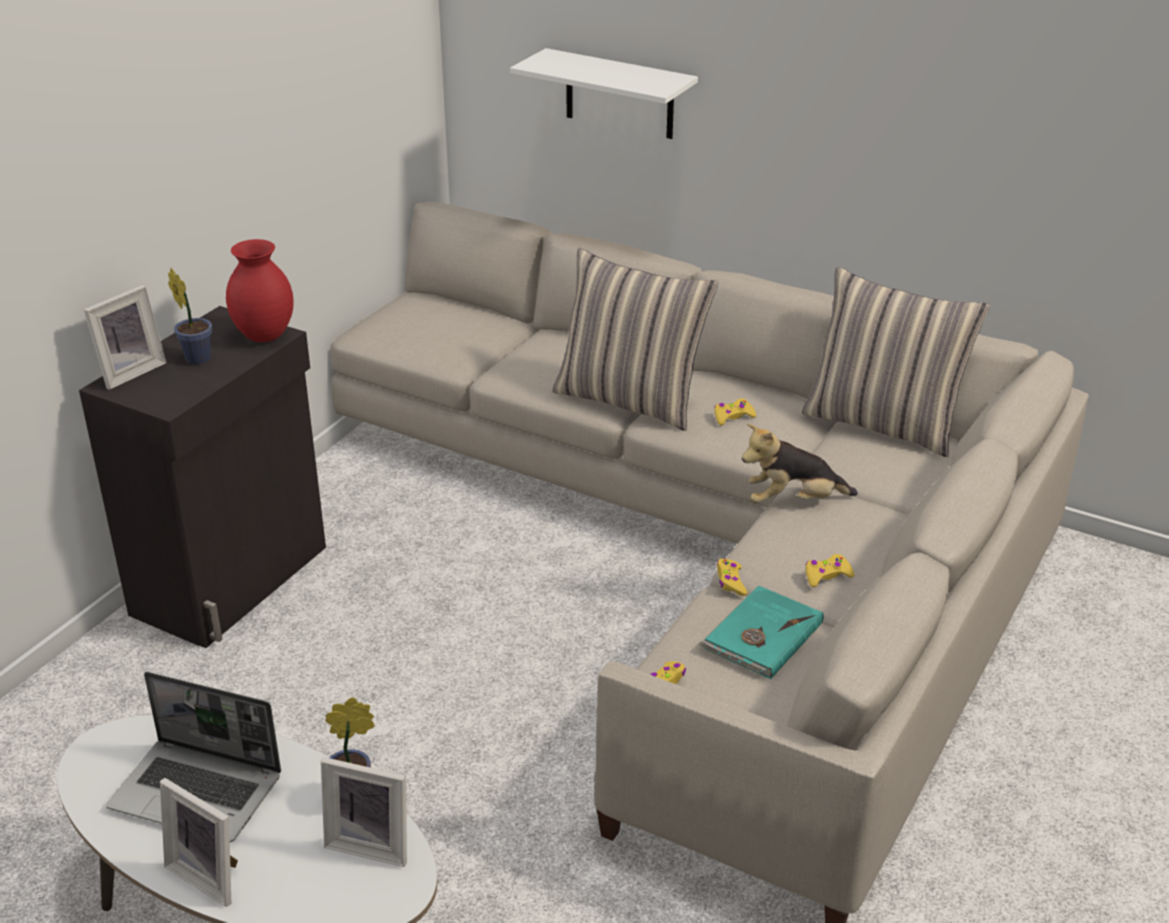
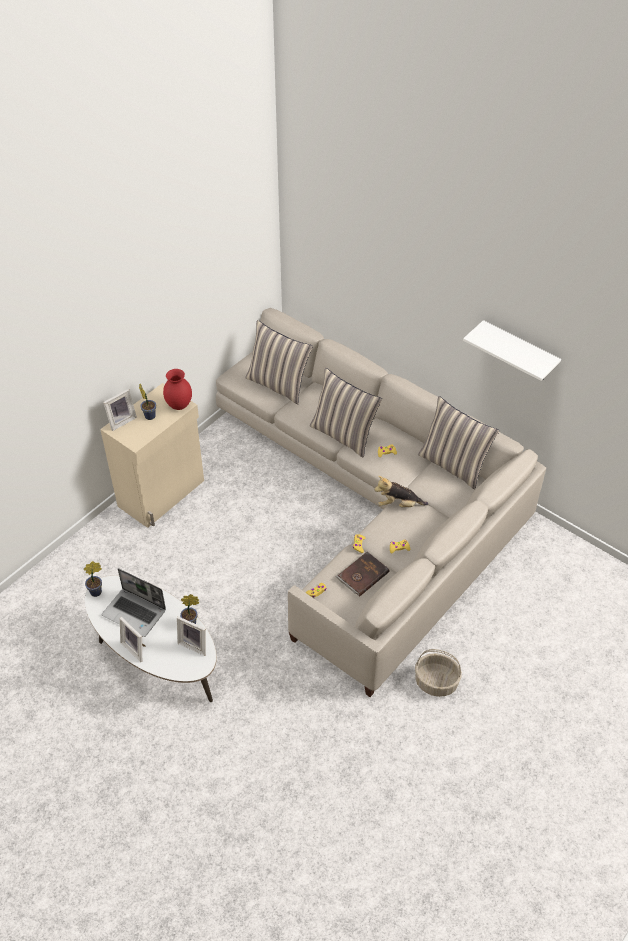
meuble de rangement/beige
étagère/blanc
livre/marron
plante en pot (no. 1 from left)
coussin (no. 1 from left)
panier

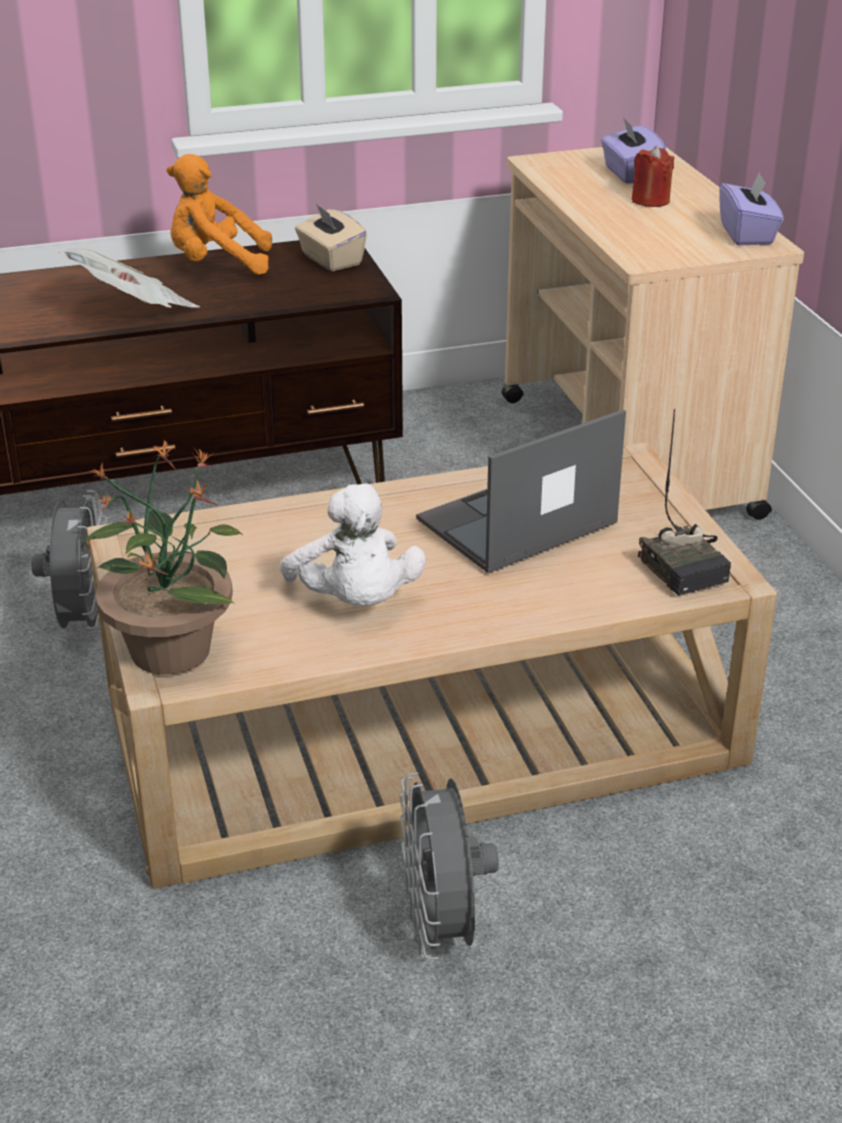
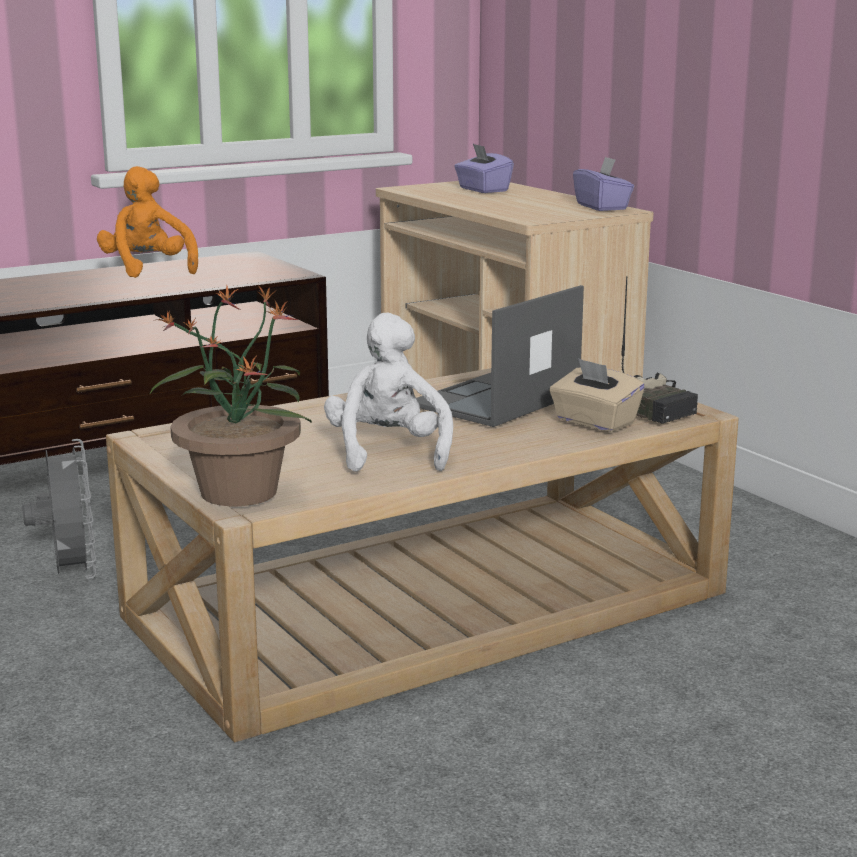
journal
peluche/orange
peluche/blanc
boîte à mouchoirs/beige
ventilateur/gris (no. 2 from left in the first image)
bougie/rouge

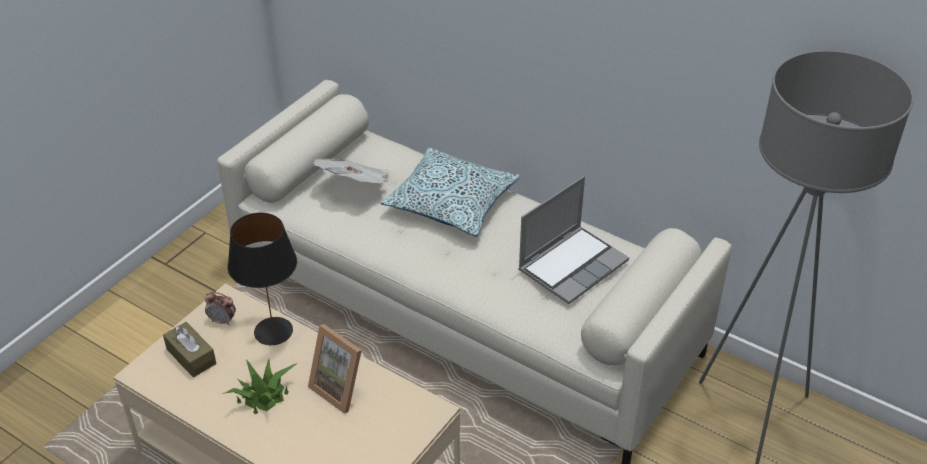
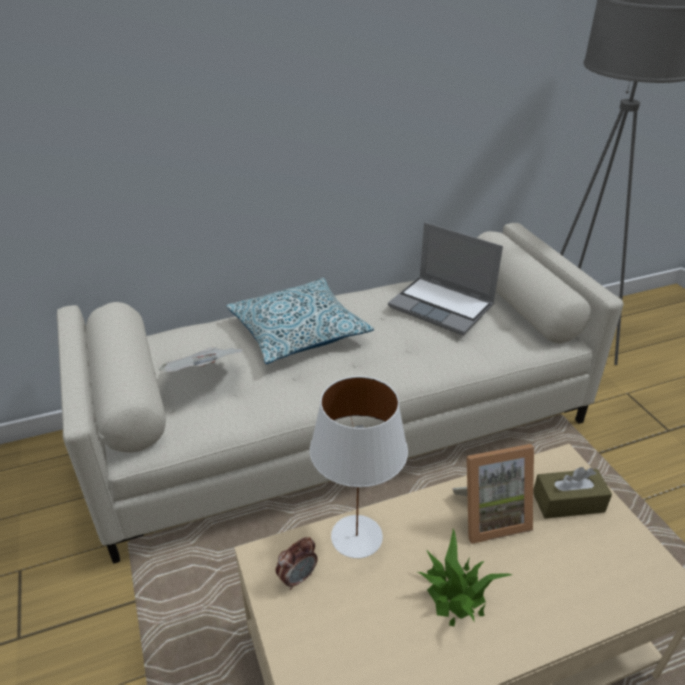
boîte à mouchoirs/marron
lampe de table/blanc
ordinateur portable

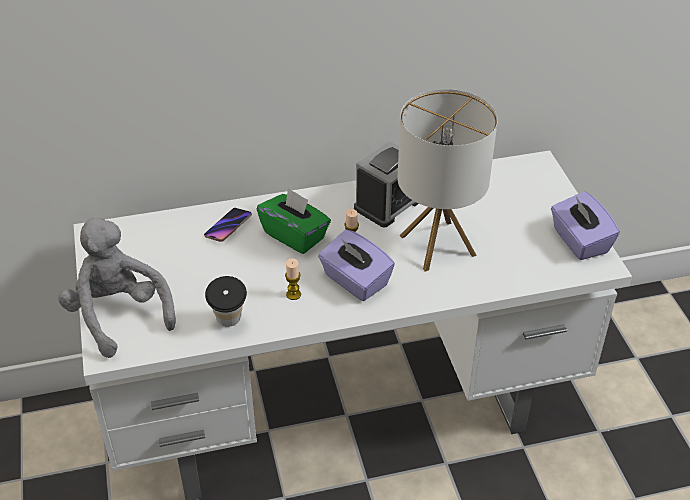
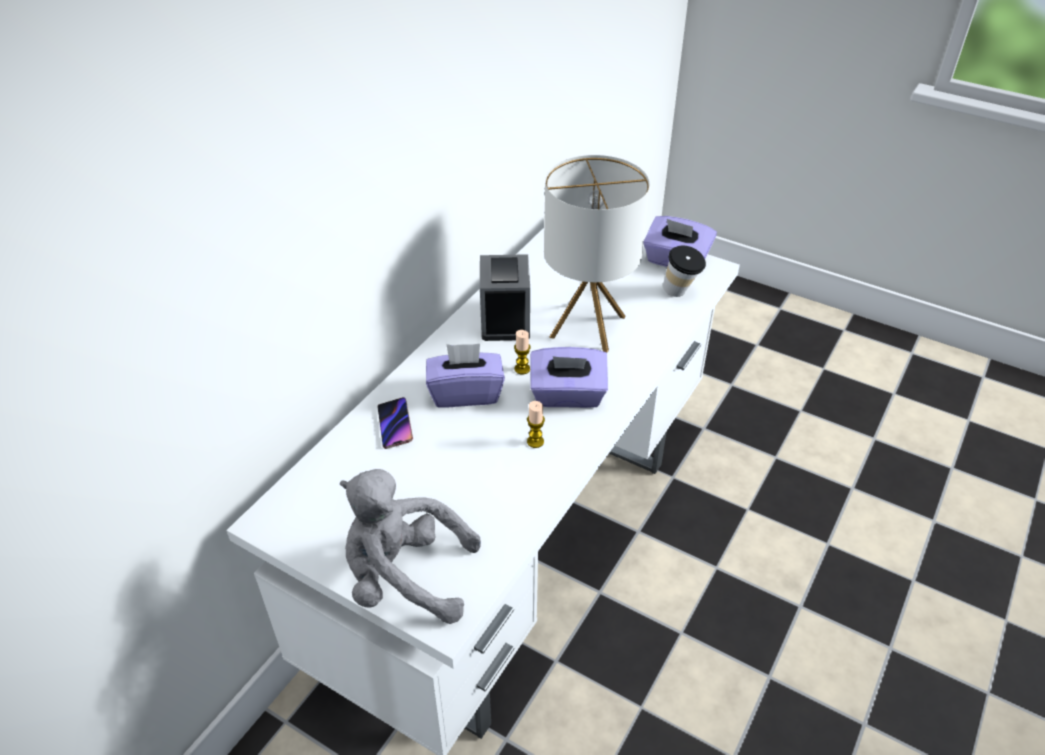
tasse
boîte à mouchoirs/violet (no. 1 from left)

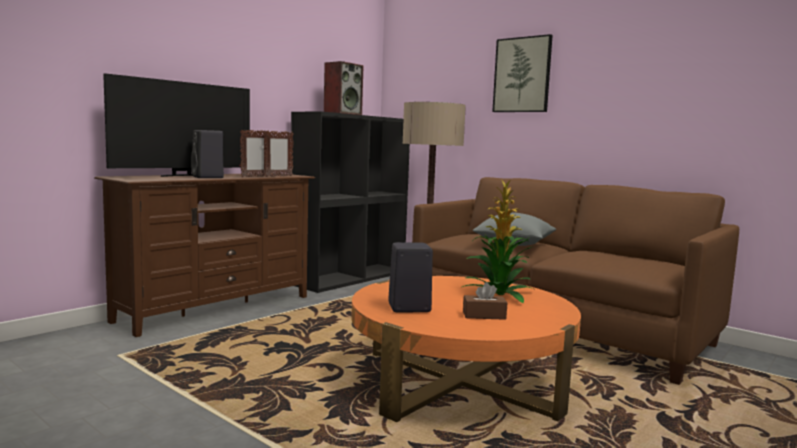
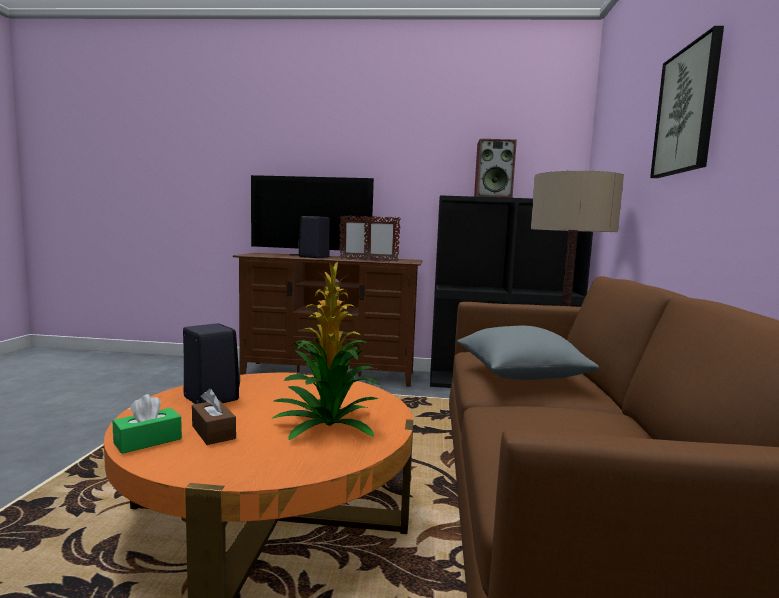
boîte à mouchoirs/vert

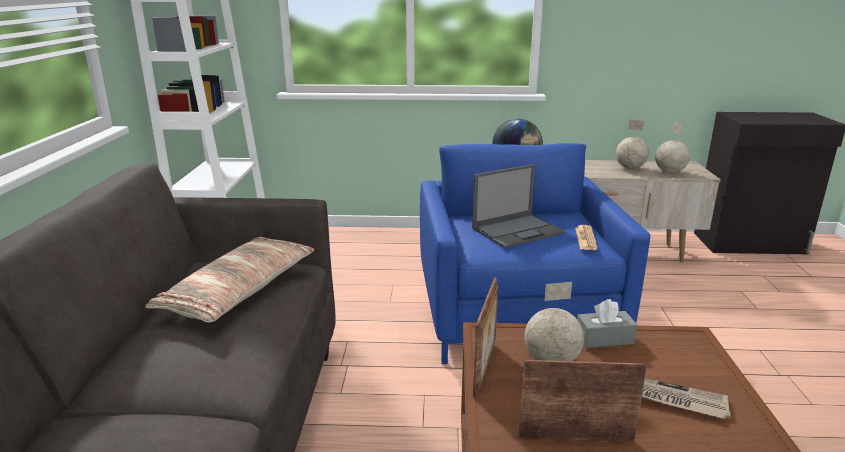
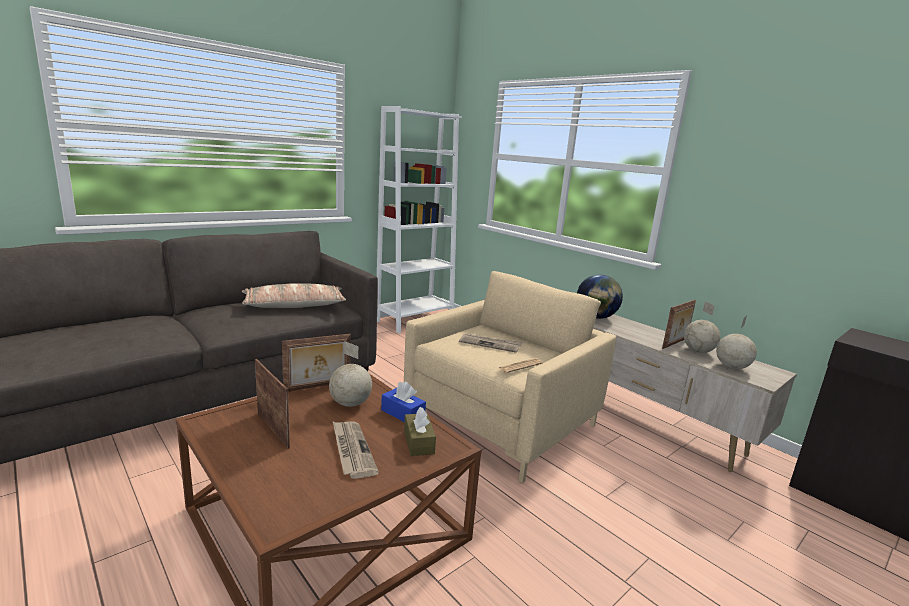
fauteuil/beige
journal (no. 2 from left)
boîte à mouchoirs/bleu
boîte à mouchoirs/marron
cadre photo (no. 3 from left)

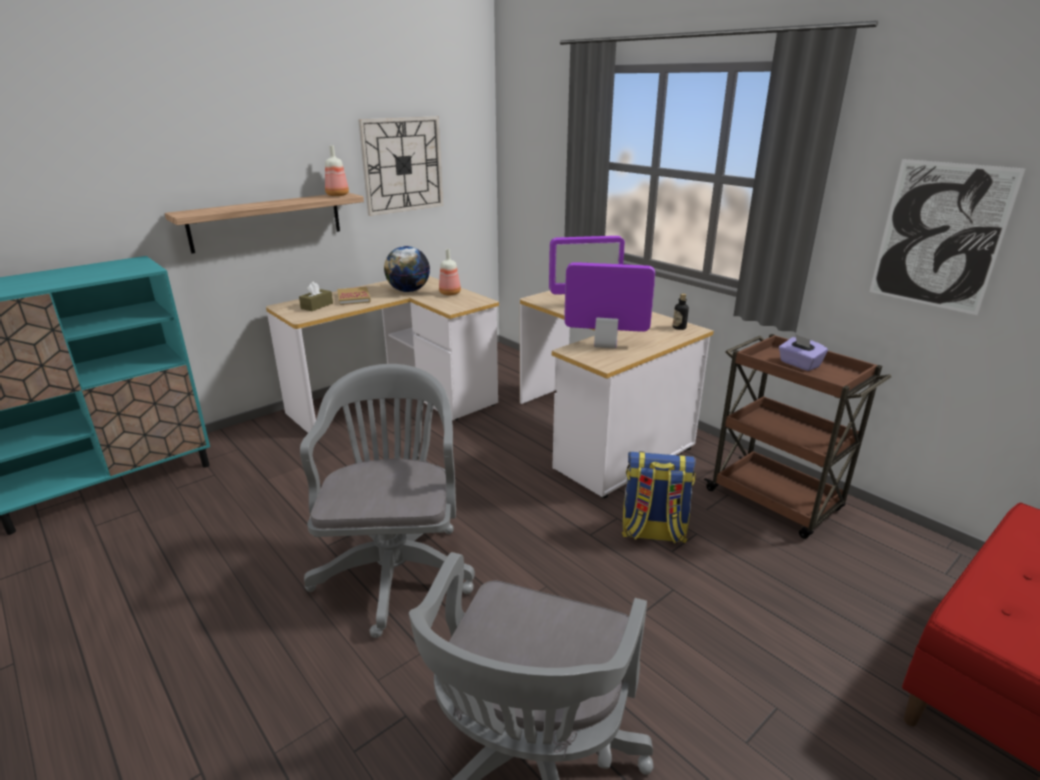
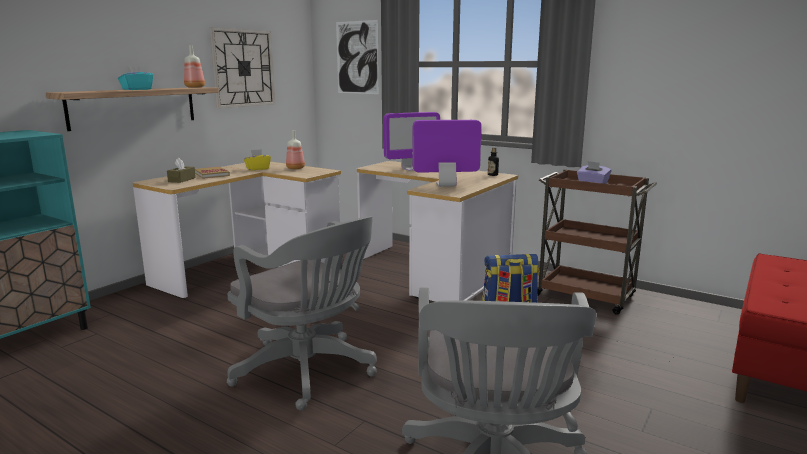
chaise de bureau/gris (no. 1 from left)
boîte à mouchoirs/jaune
tableau
boîte à mouchoirs/turquoise

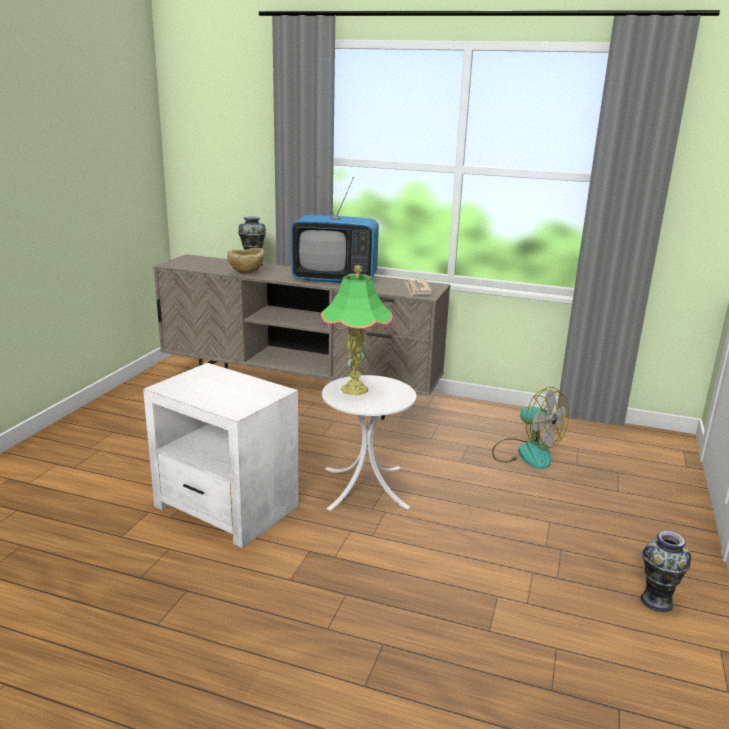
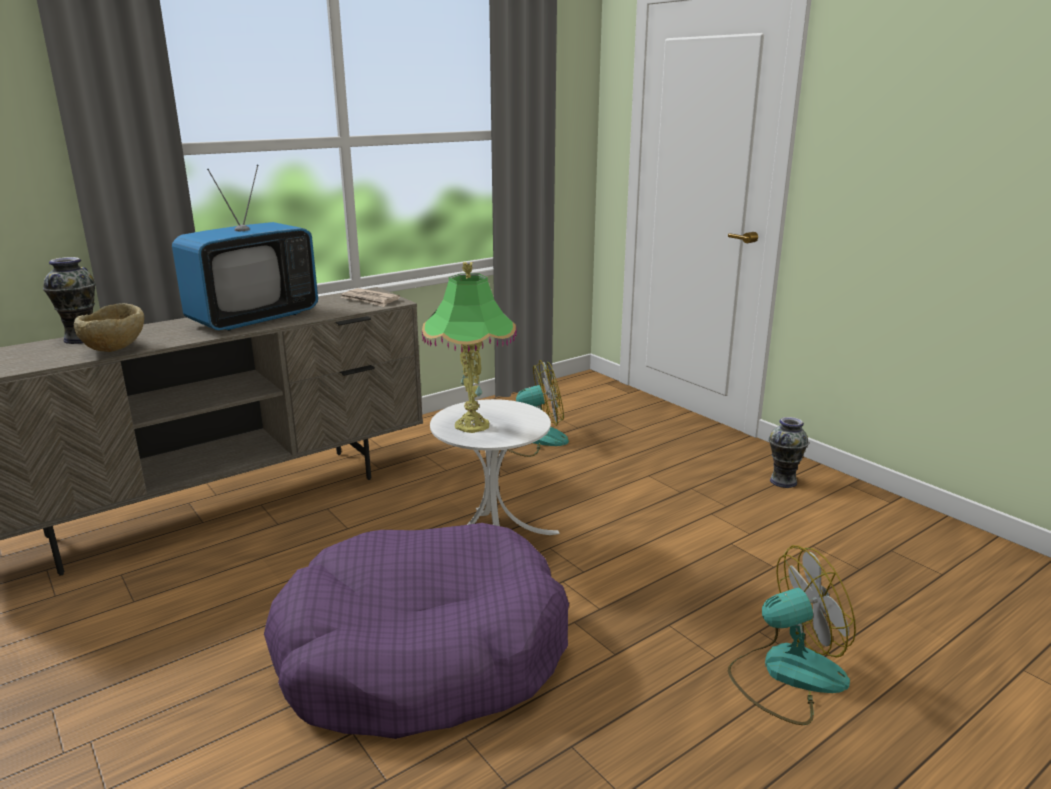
panier pour chien/violet
ventilateur (no. 2 from left)

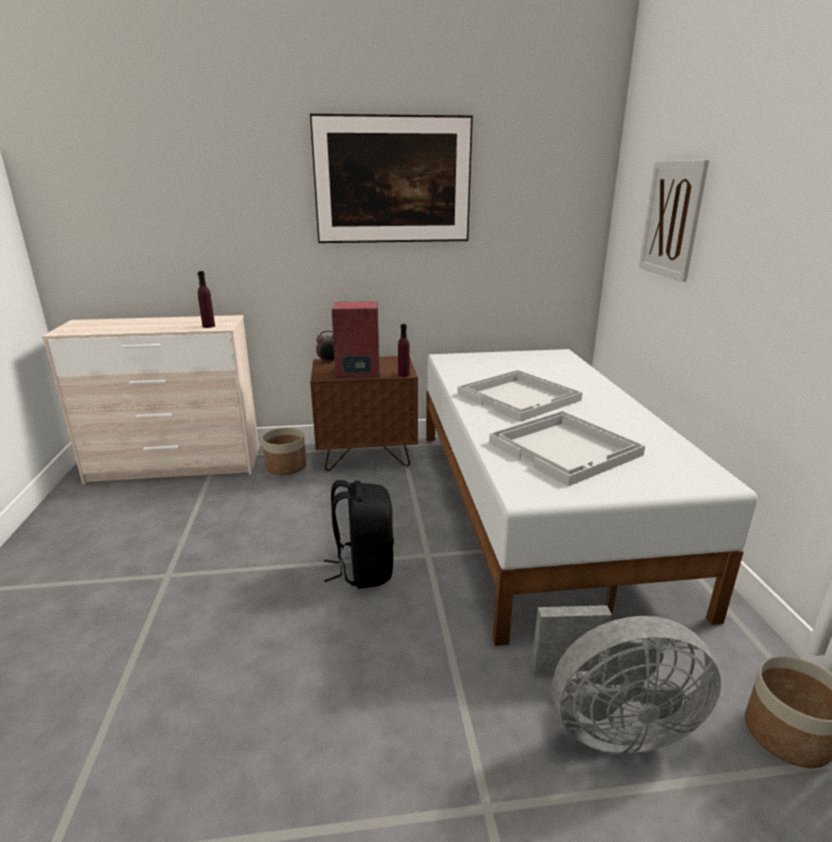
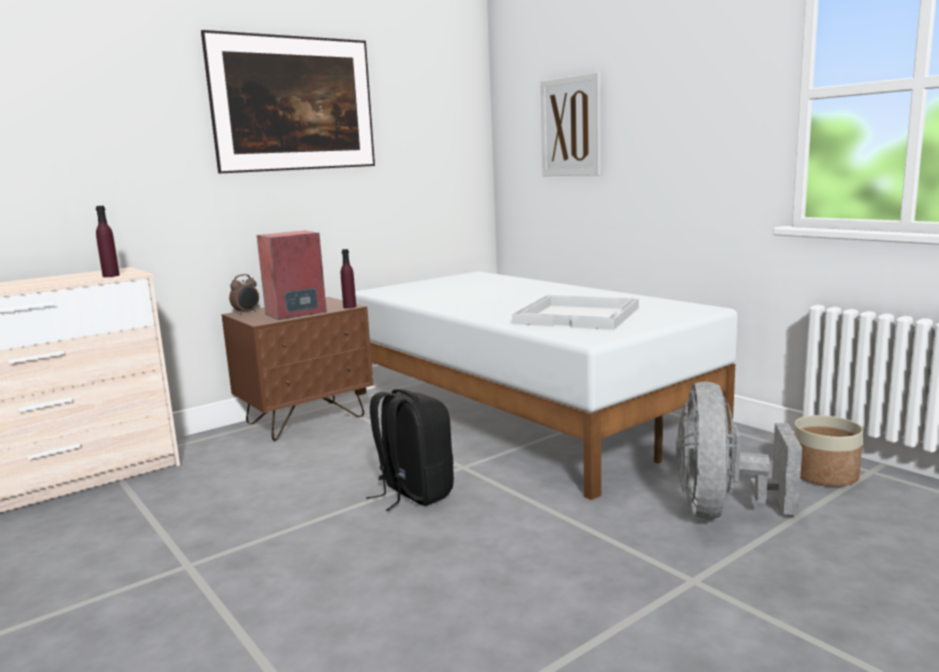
cache-pot (no. 1 from left in the first image)
plateau/blanc (no. 1 from left in the first image)
ventilateur/gris

